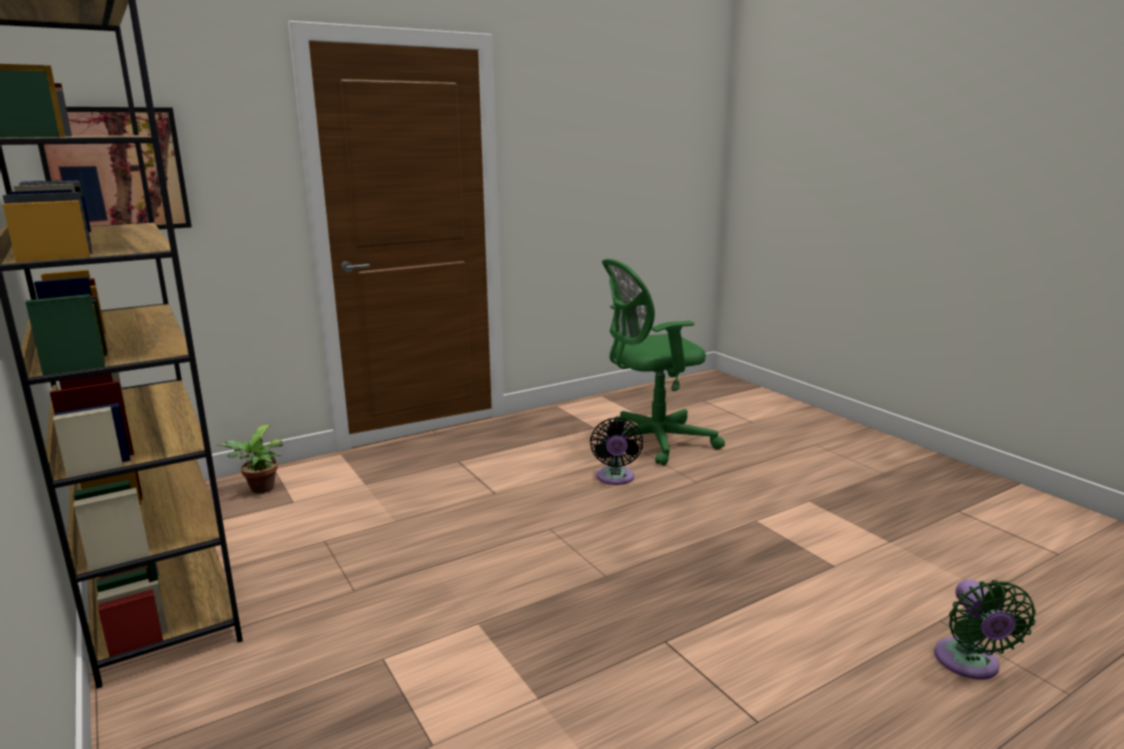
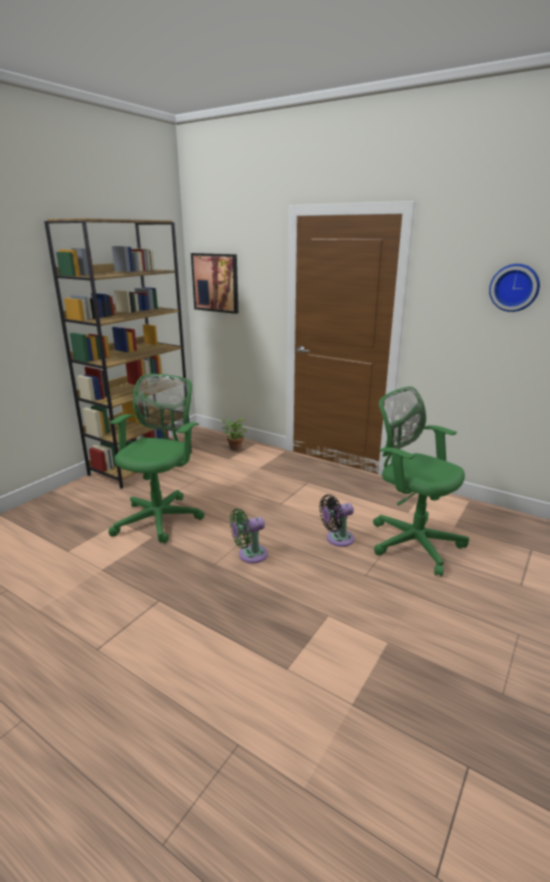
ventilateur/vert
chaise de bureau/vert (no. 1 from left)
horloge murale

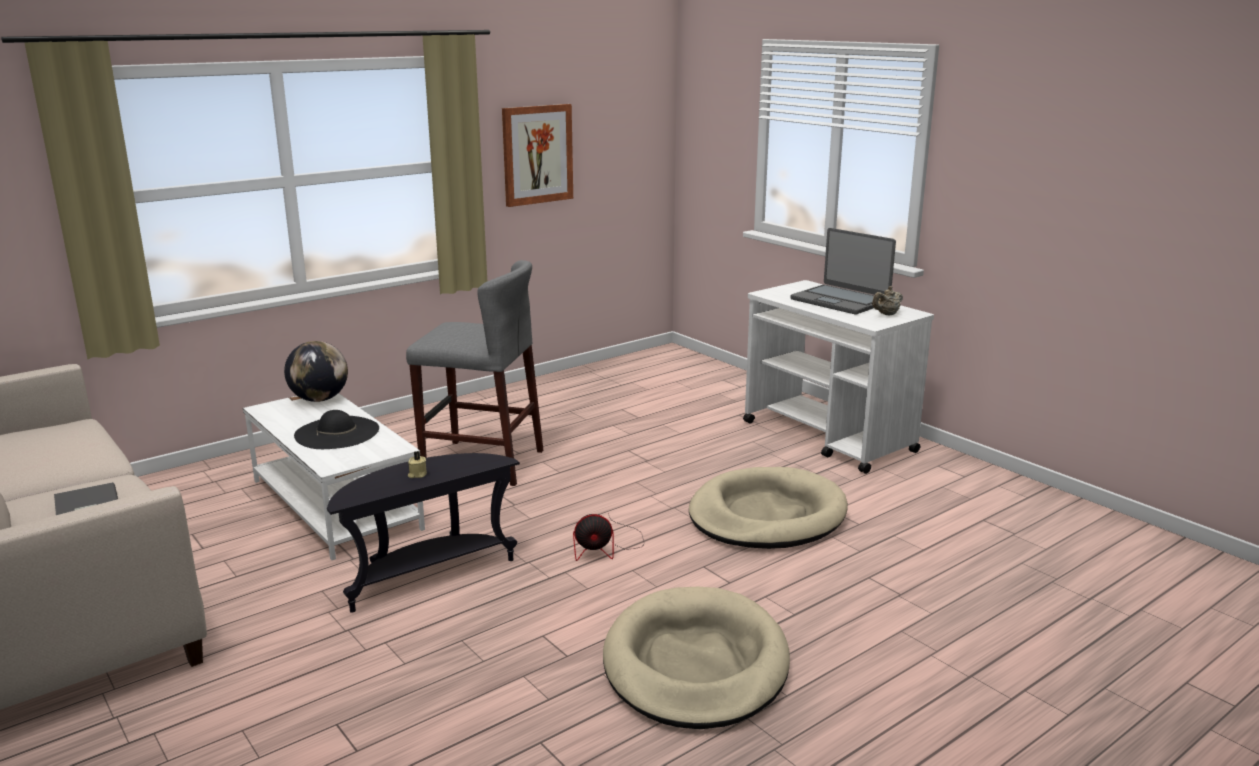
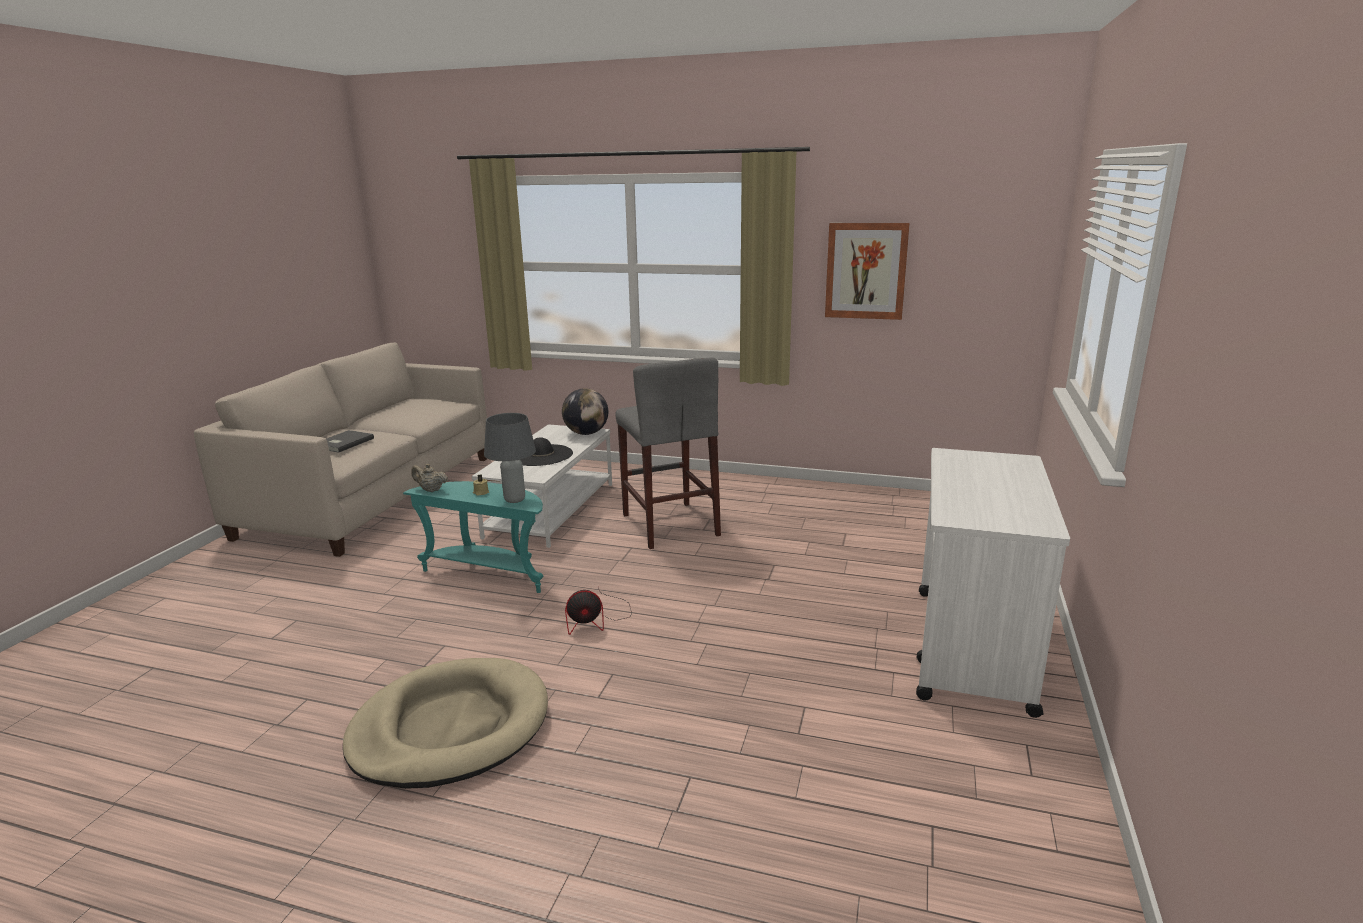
table d'appoint/turquoise
ventilateur
panier pour chien/beige (no. 2 from left in the first image)
ordinateur portable
théière/beige
lampe de table/gris

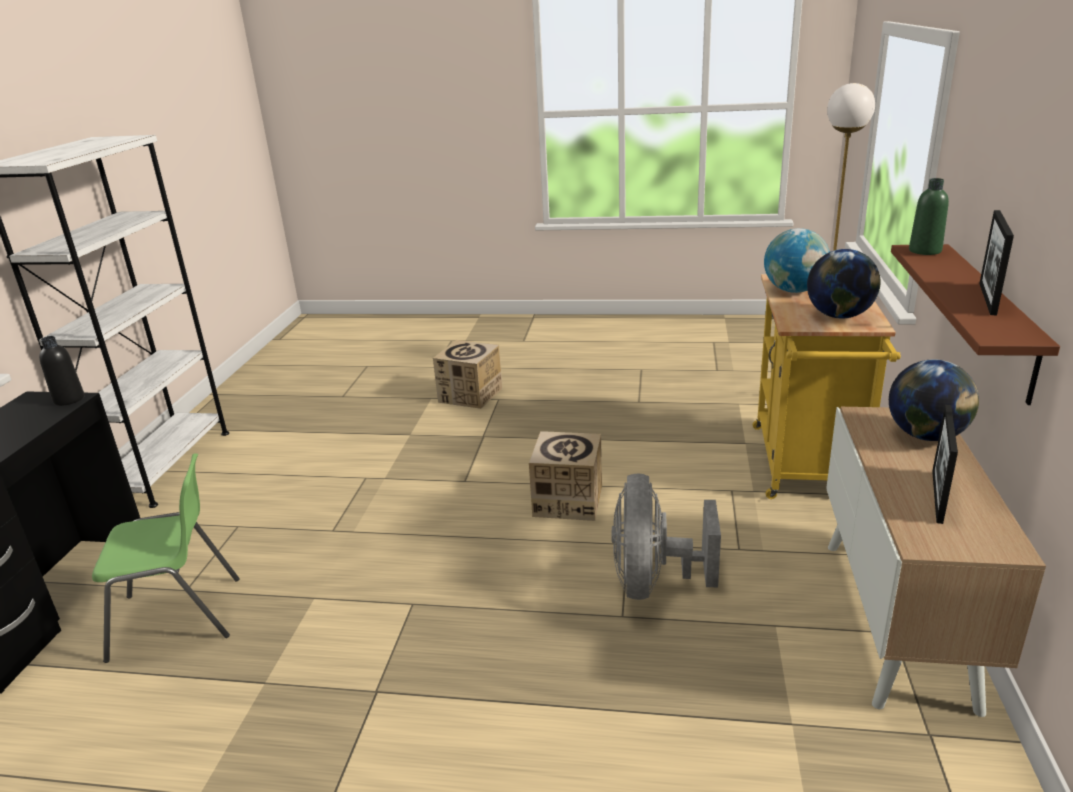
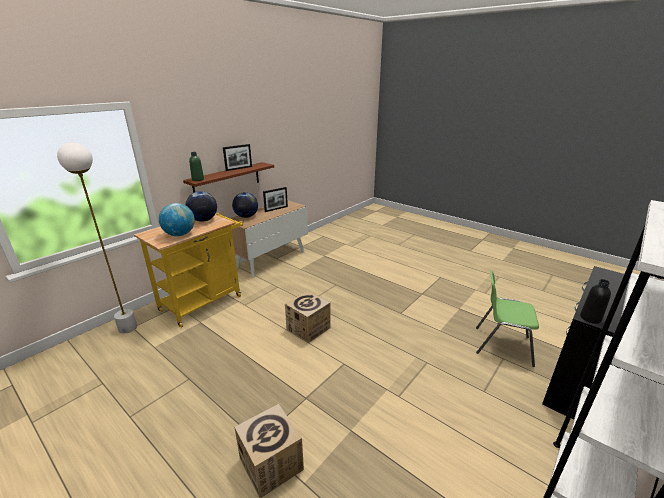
ventilateur/gris

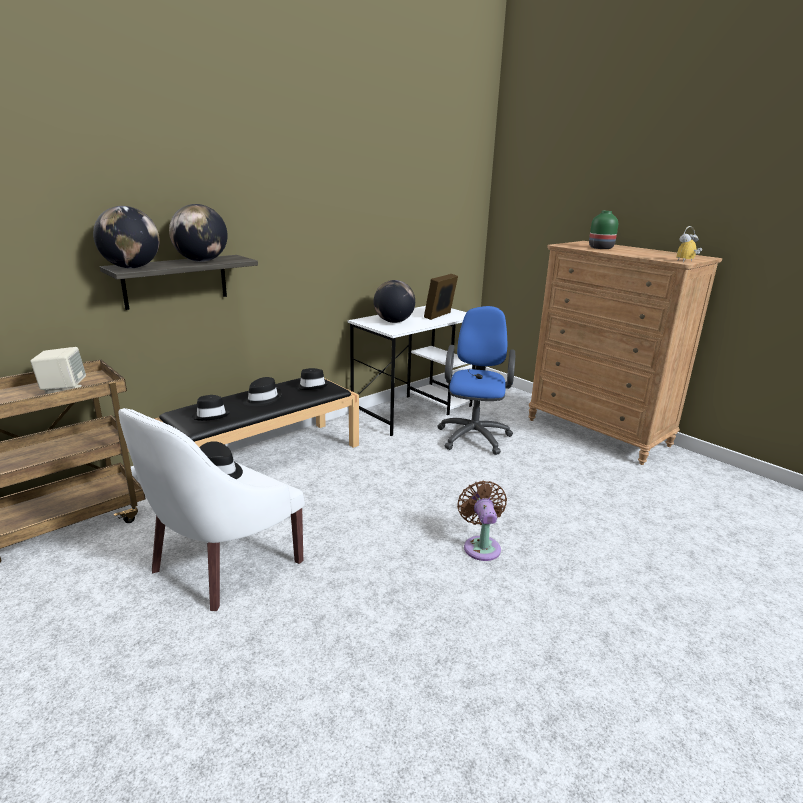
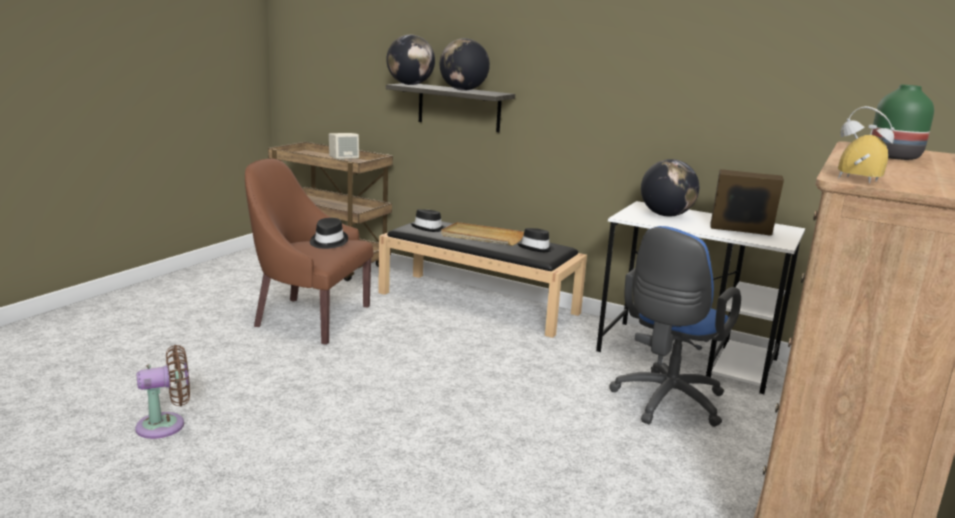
fauteuil/marron
plateau/beige
chaise de bureau/bleu
ventilateur/marron

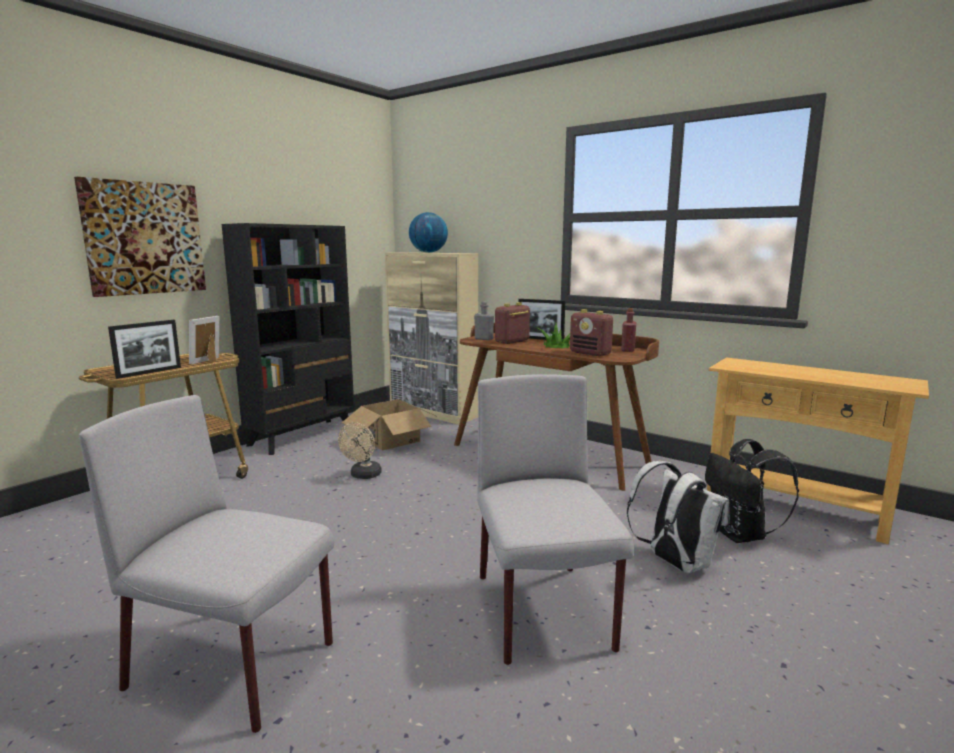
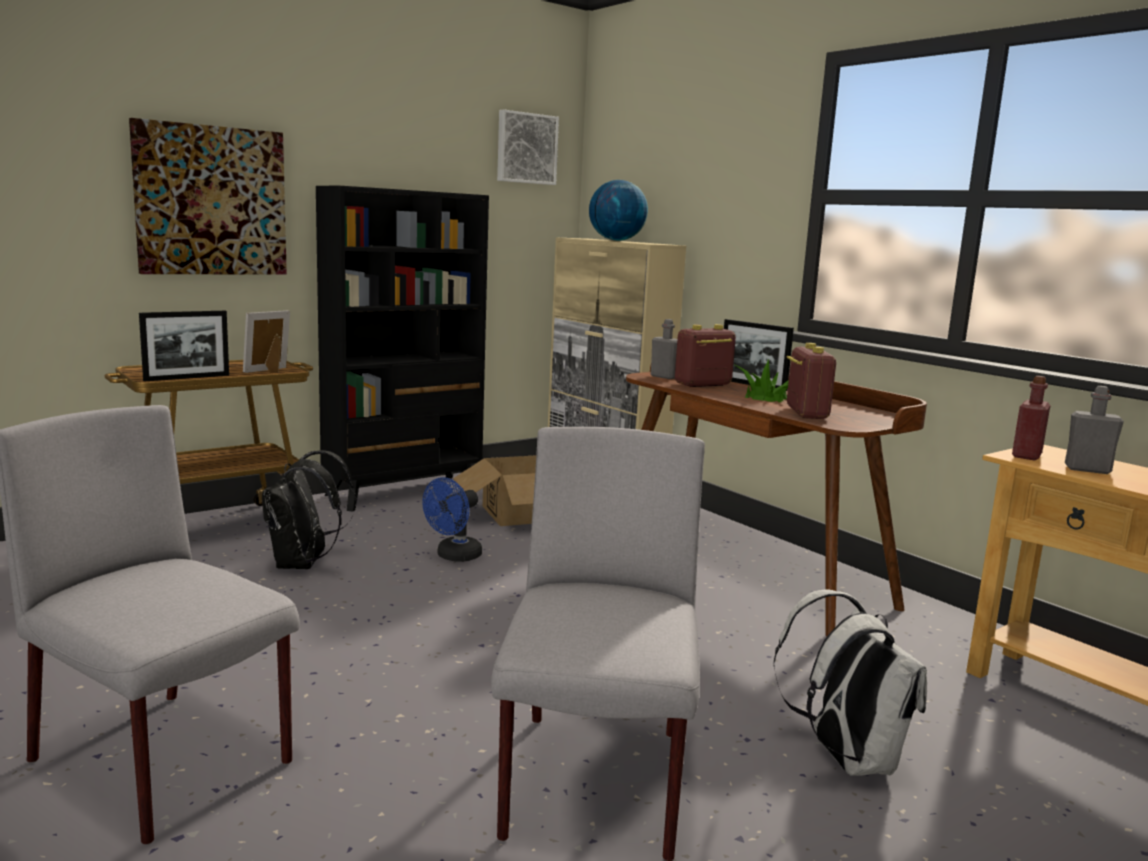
ventilateur/bleu
radio (no. 2 from left)
bouteille/rouge
sac à dos/noir
tableau (no. 2 from left)
bouteille/gris (no. 2 from left)

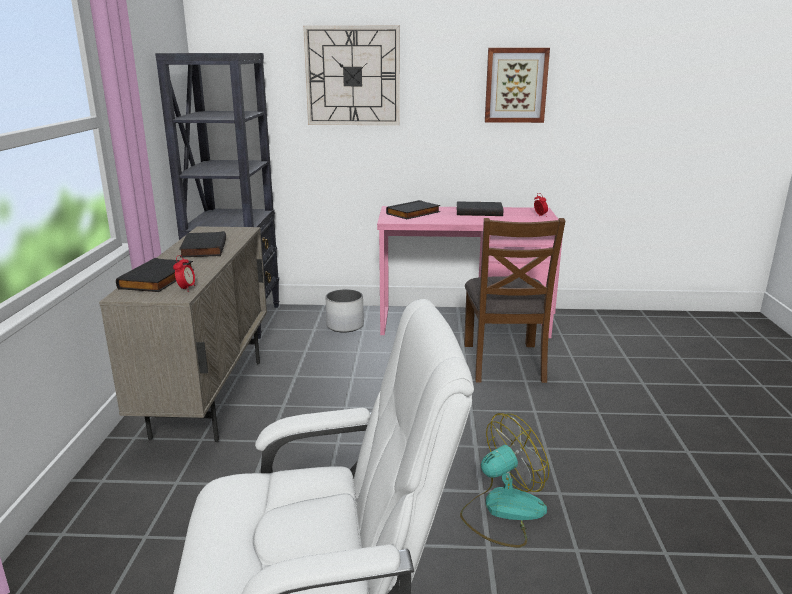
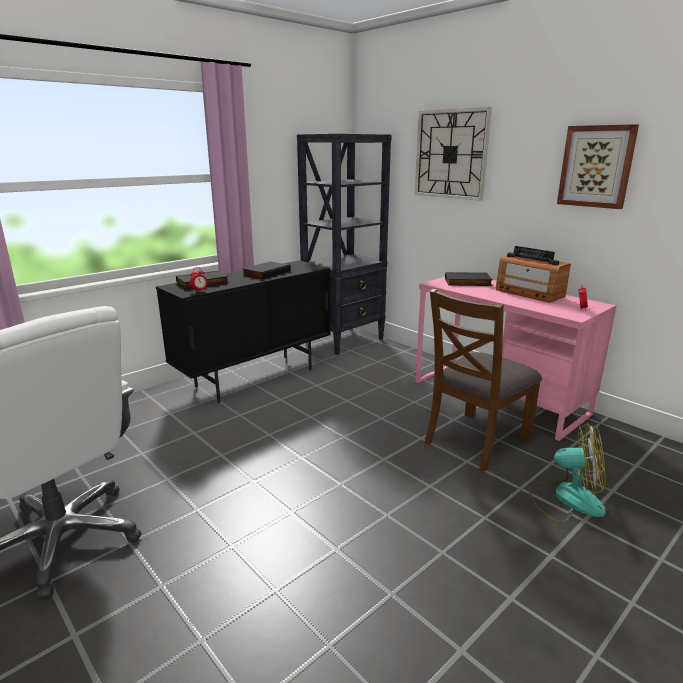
meuble de rangement/noir
cache-pot/blanc
radio
ventilateur

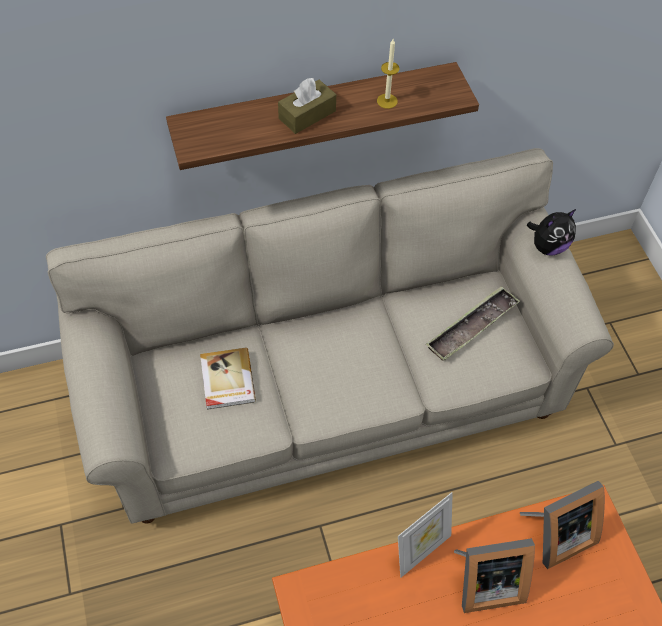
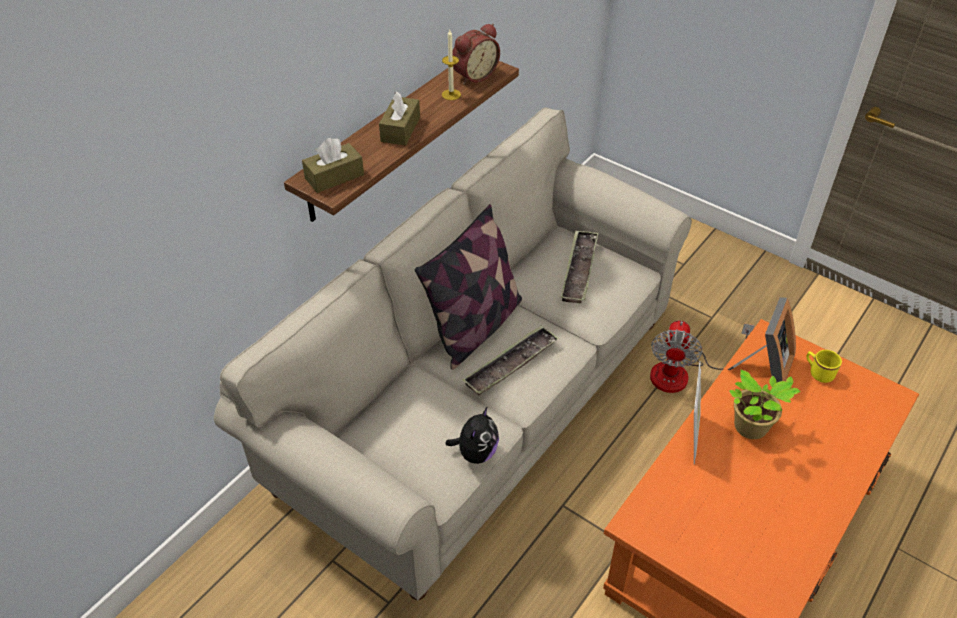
livre
plante en pot
peluche
boîte à mouchoirs/marron (no. 1 from left)
coussin
réveil
plateau (no. 1 from left)
ventilateur
mug/jaune

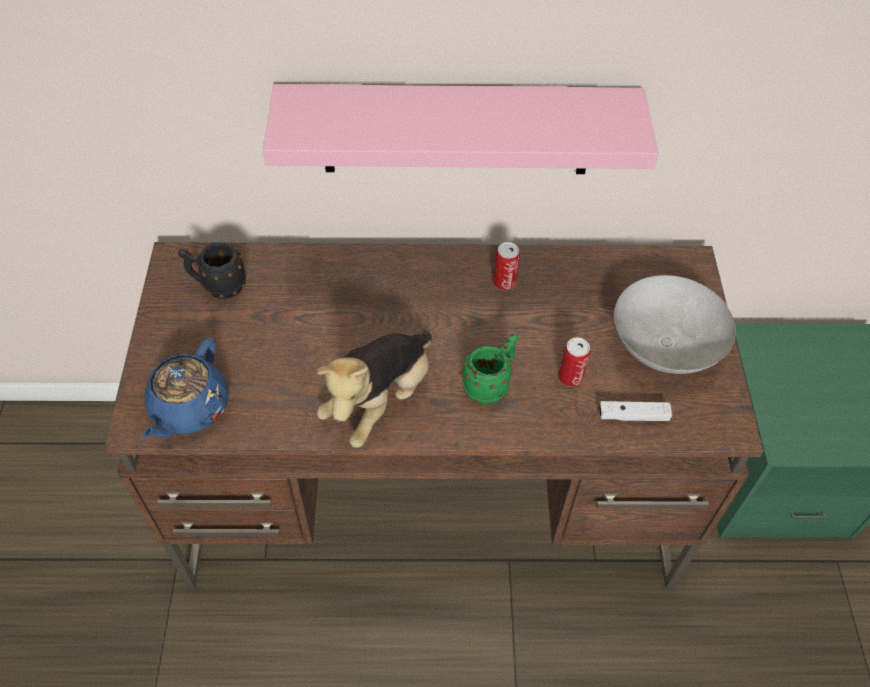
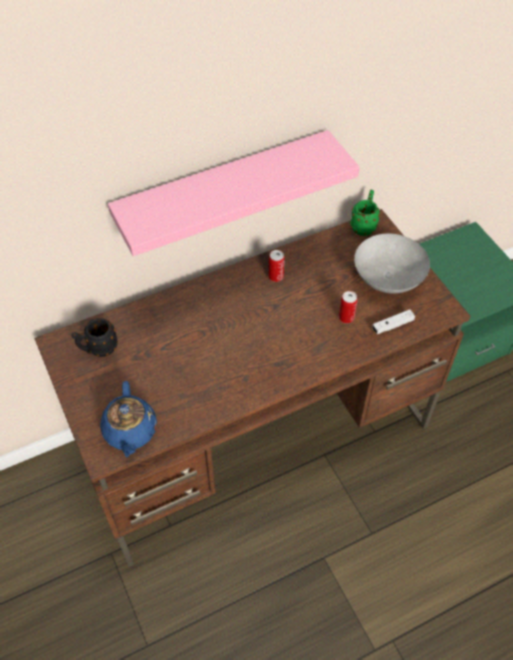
peluche
mug/vert

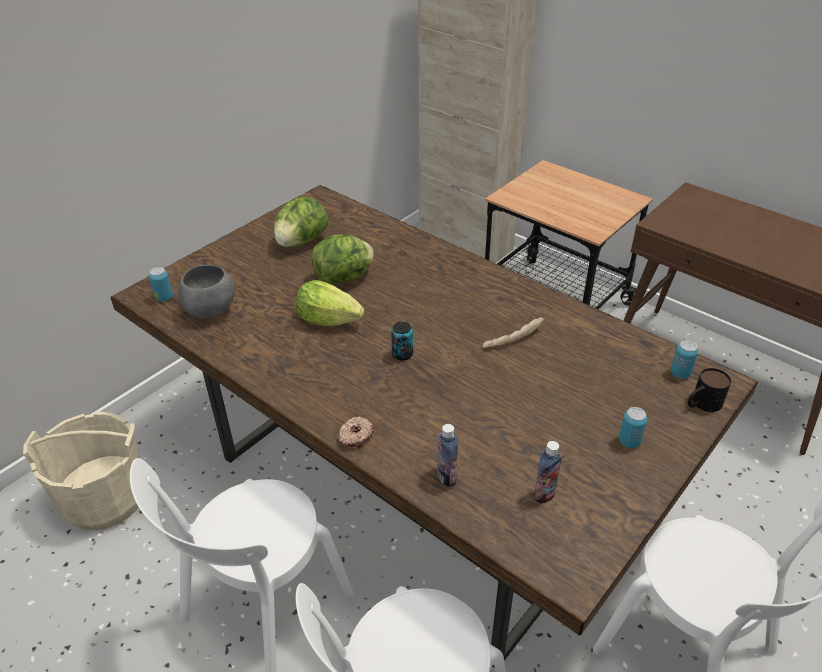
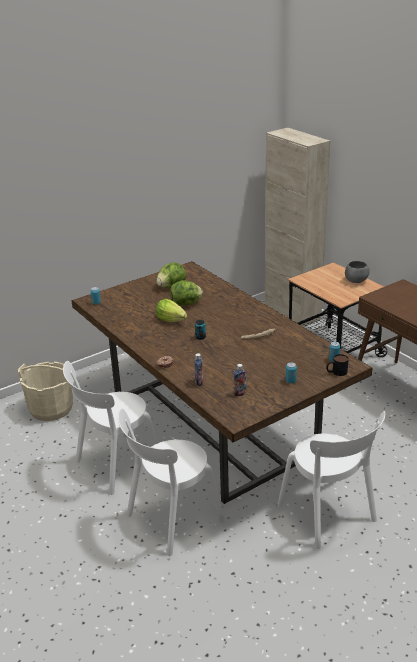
bol/gris

